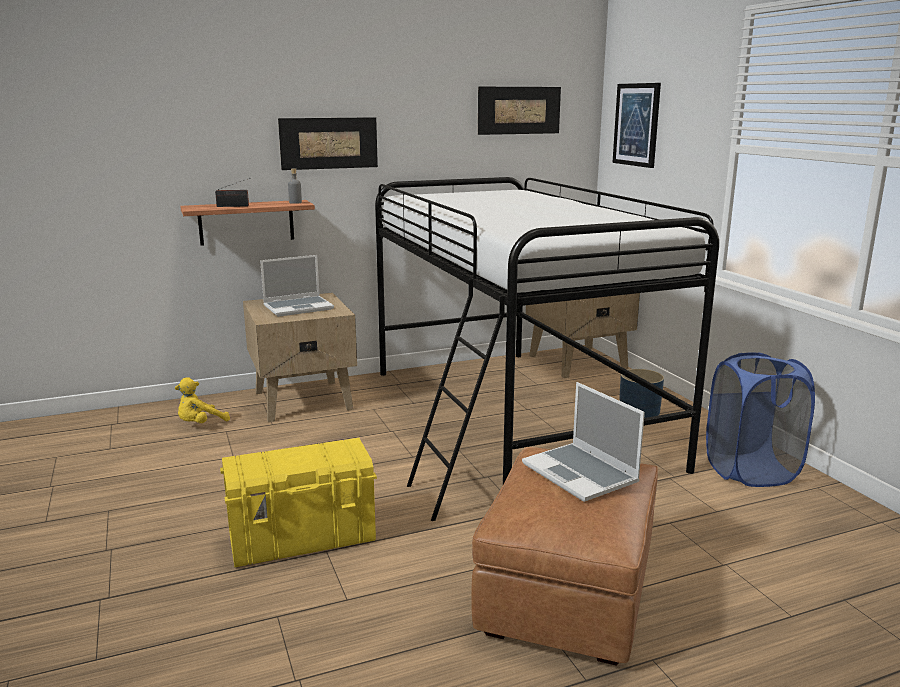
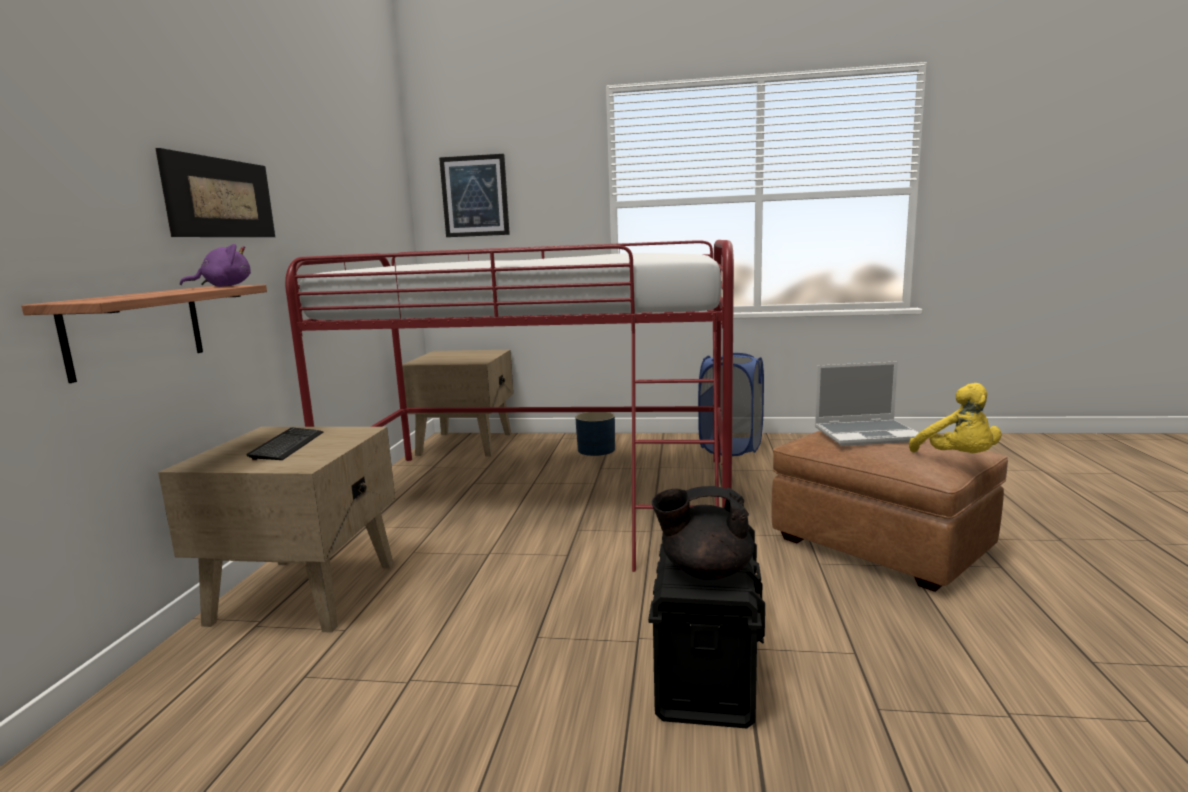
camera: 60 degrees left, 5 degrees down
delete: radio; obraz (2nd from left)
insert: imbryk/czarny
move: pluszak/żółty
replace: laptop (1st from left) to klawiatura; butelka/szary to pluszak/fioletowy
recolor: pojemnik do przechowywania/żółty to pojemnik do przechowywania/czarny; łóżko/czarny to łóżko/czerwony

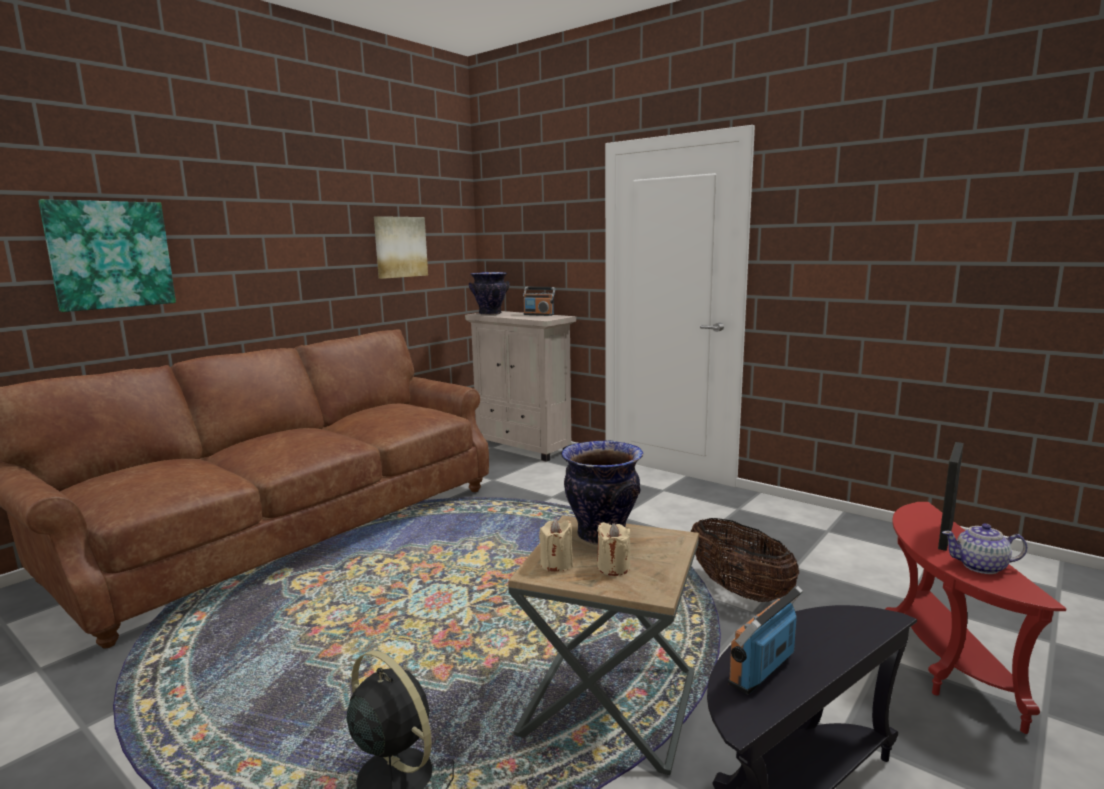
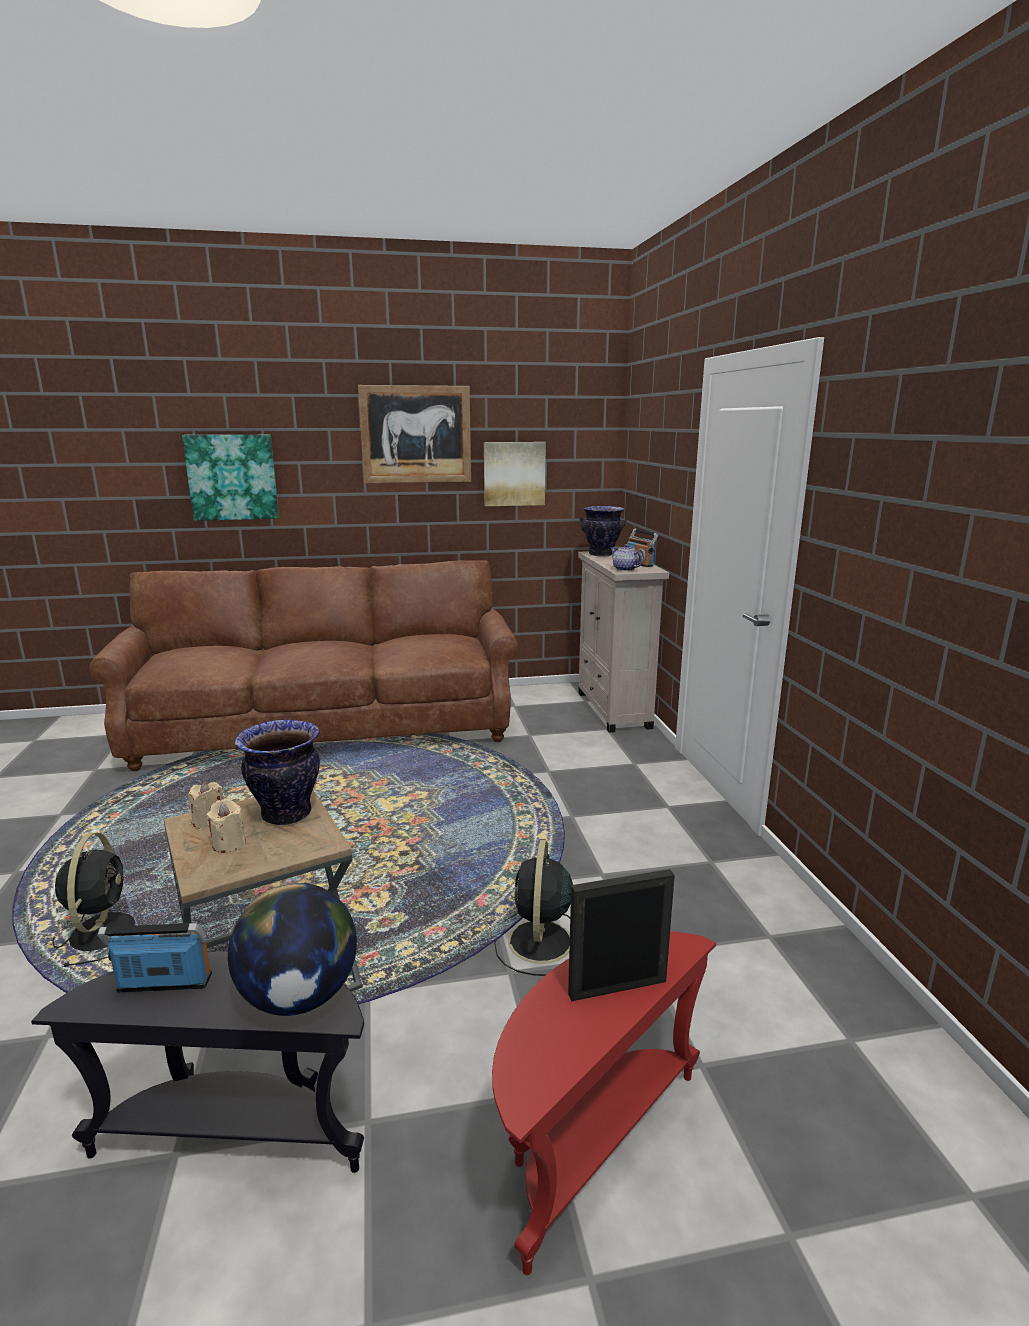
camera: 40 degrees right, 5 degrees up
insert: globus; obraz (2nd from left)
move: imbryk
replace: koszyk to wentylator/czarny (2nd from left)

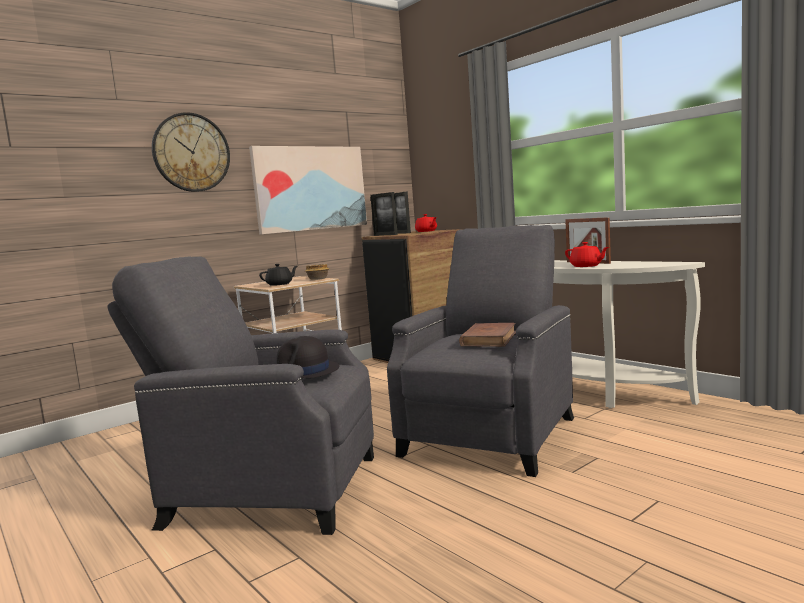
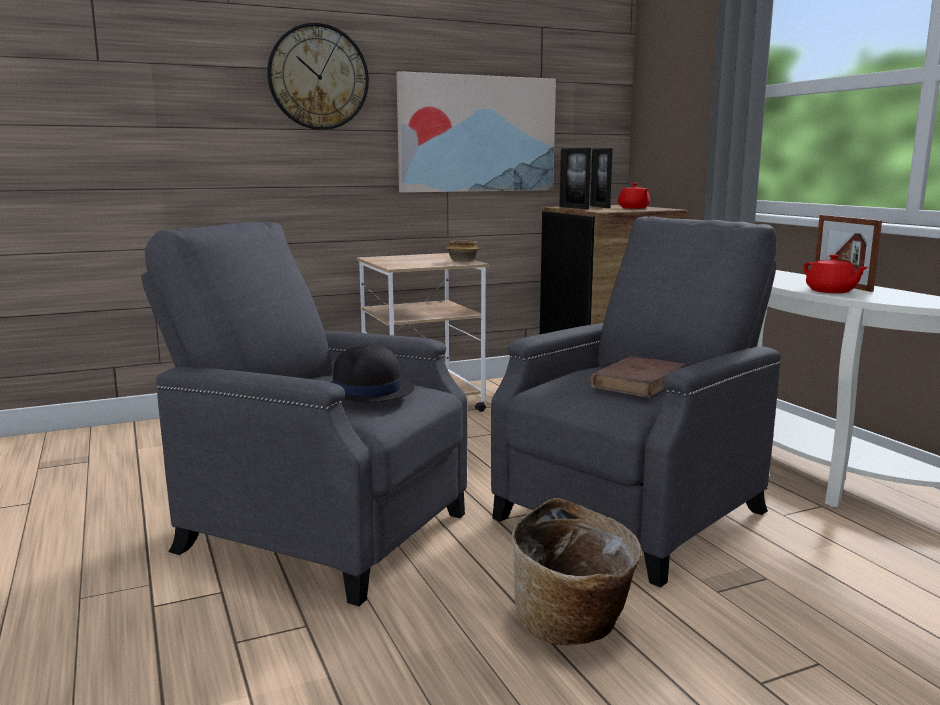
camera: 15 degrees right, 5 degrees up
delete: imbryk/czarny
insert: koszyk

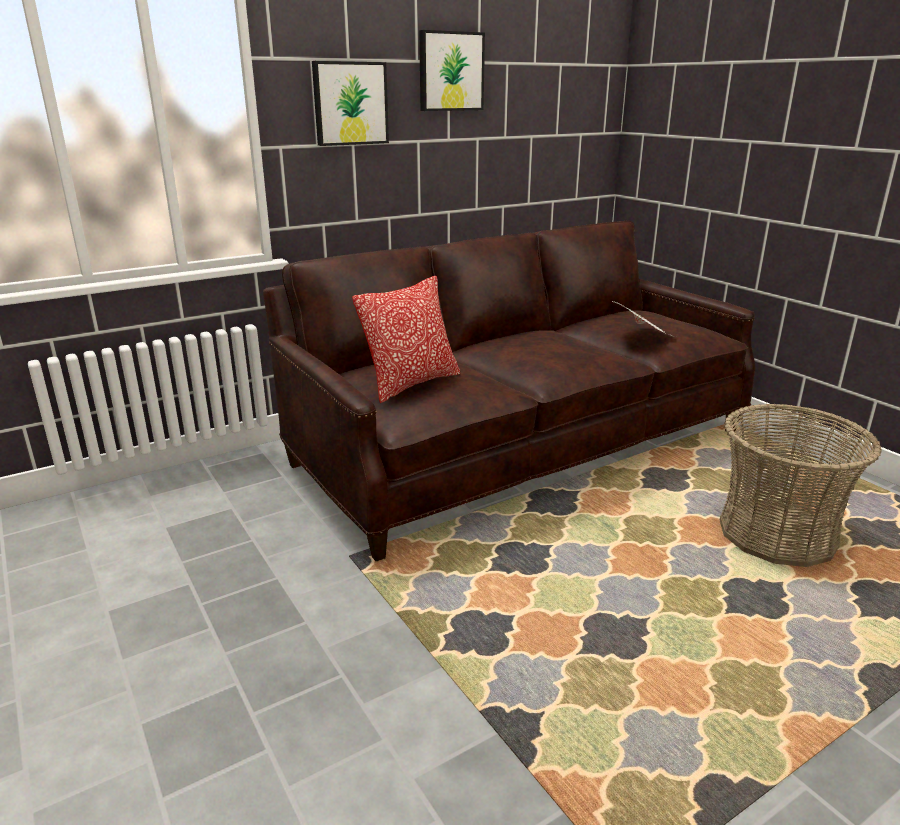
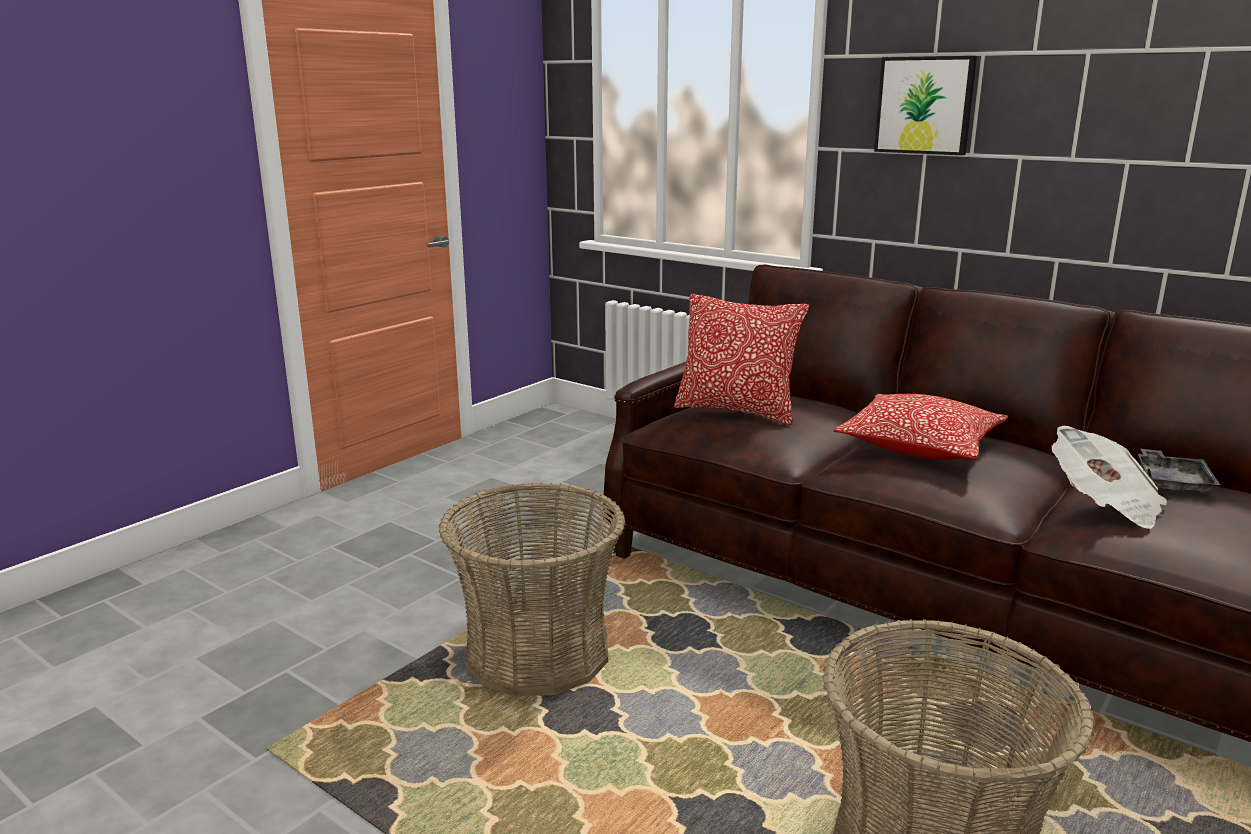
camera: 70 degrees right, 5 degrees down
delete: obraz (2nd from left)
insert: koszyk (1st from left); poduszka (2nd from left); taca/szary

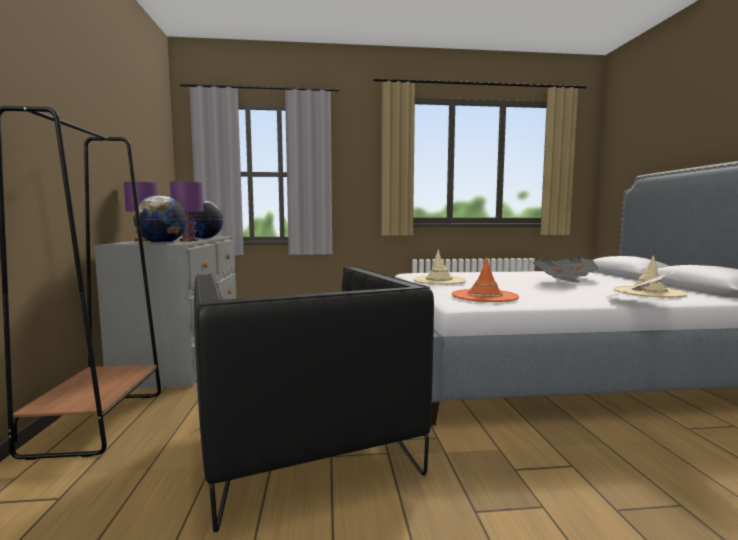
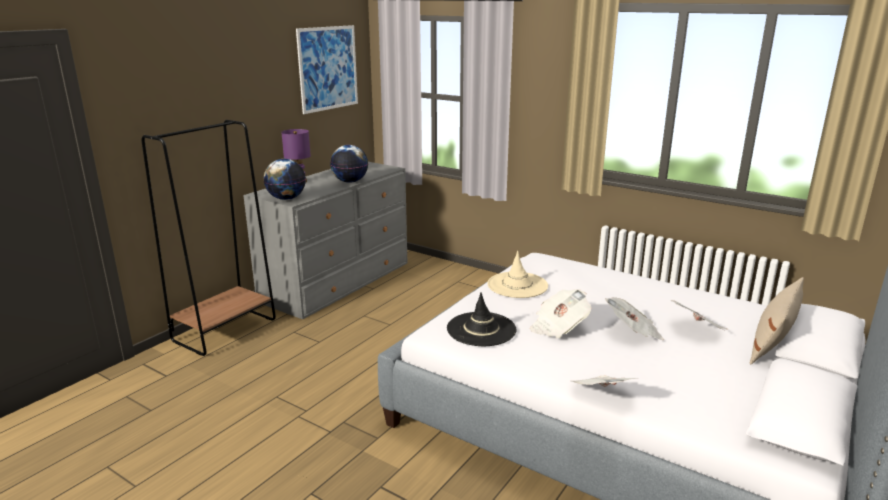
camera: 40 degrees right, 15 degrees up
delete: lampa stołowa/fioletowy (2nd from left); fotel/czarny; kapelusz/beżowy (2nd from left)
insert: obraz; gazeta (1st from left); poduszka/beżowy
recolor: kapelusz/pomarańczowy to kapelusz/czarny

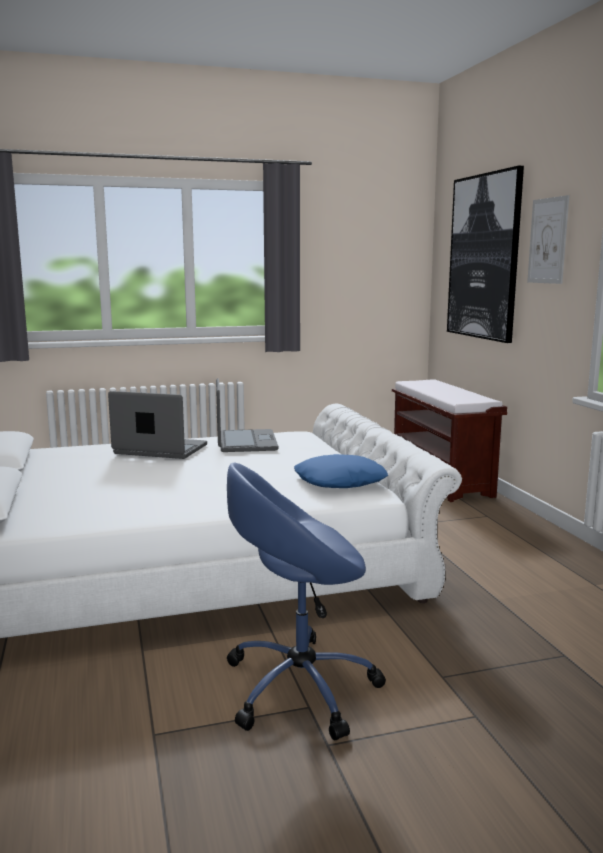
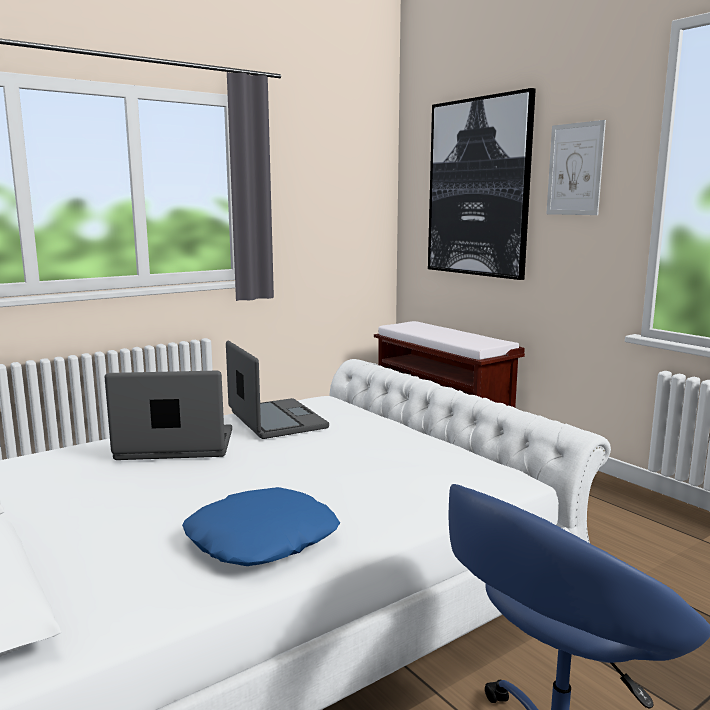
camera: 20 degrees left, 0 degrees up
move: poduszka/niebieski

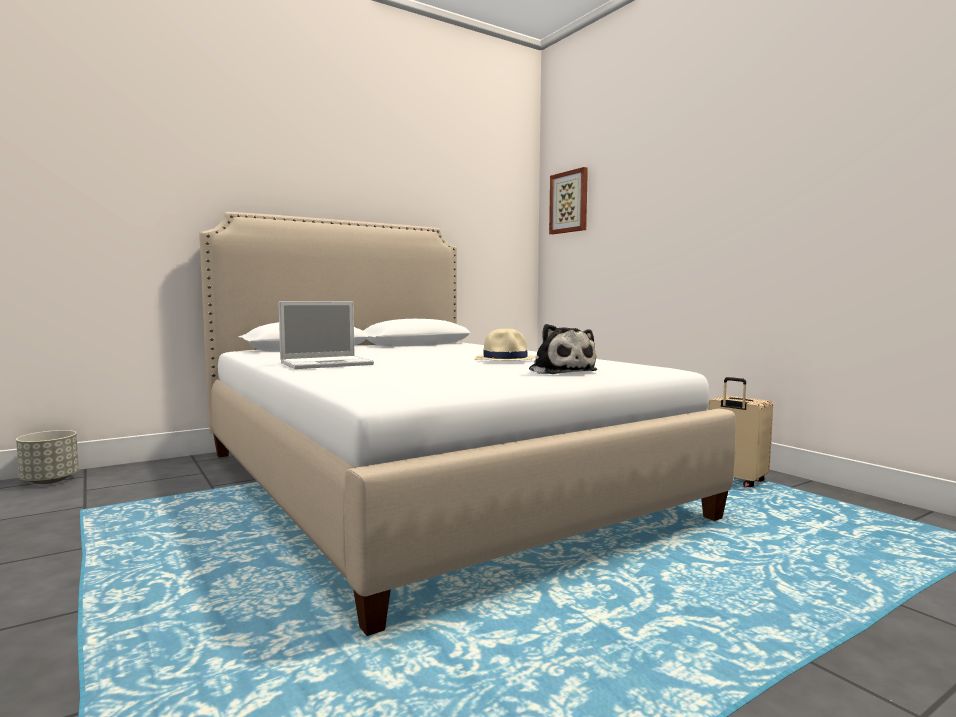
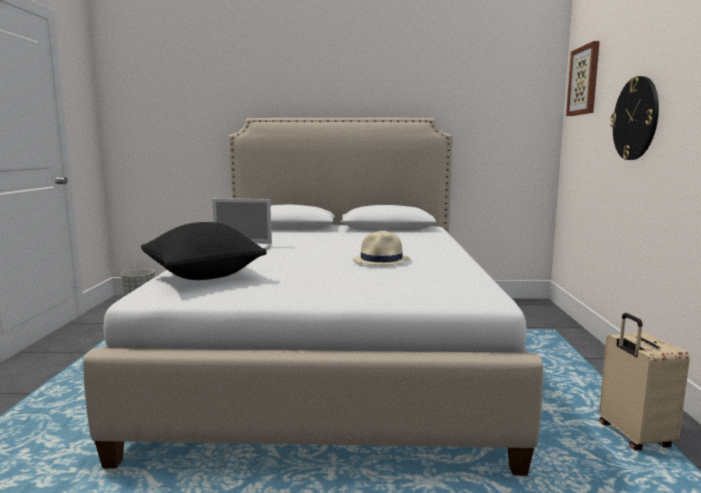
camera: 35 degrees right, 5 degrees up
delete: pluszak
insert: poduszka/czarny; zegar ścienny

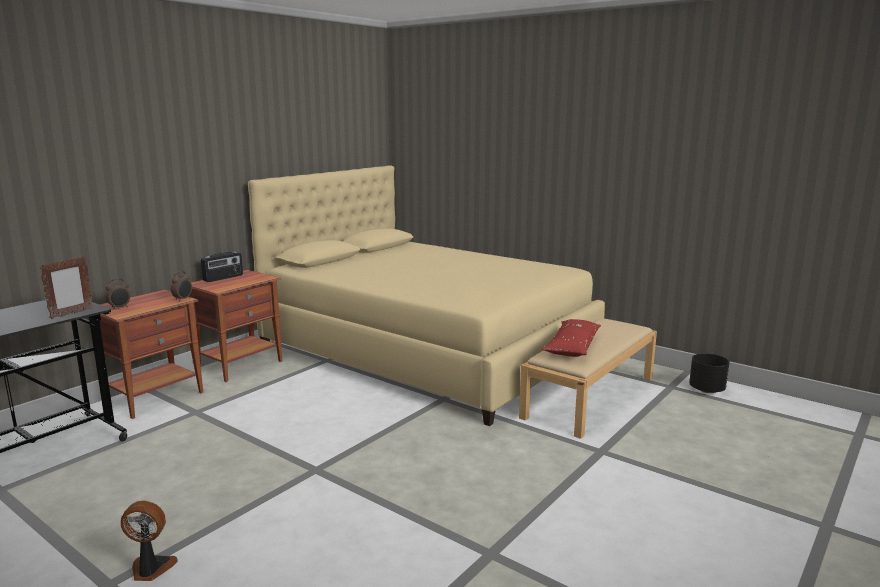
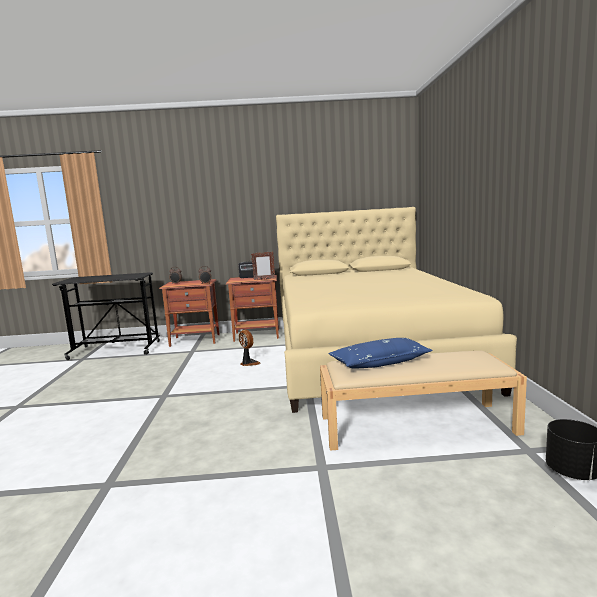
camera: 50 degrees right, 5 degrees down
move: ramka na zdjęcie; wentylator
recolor: poduszka/czerwony to poduszka/niebieski

